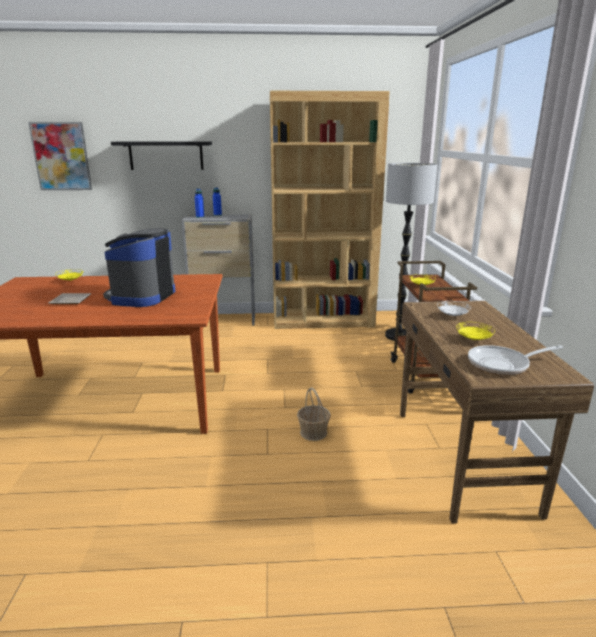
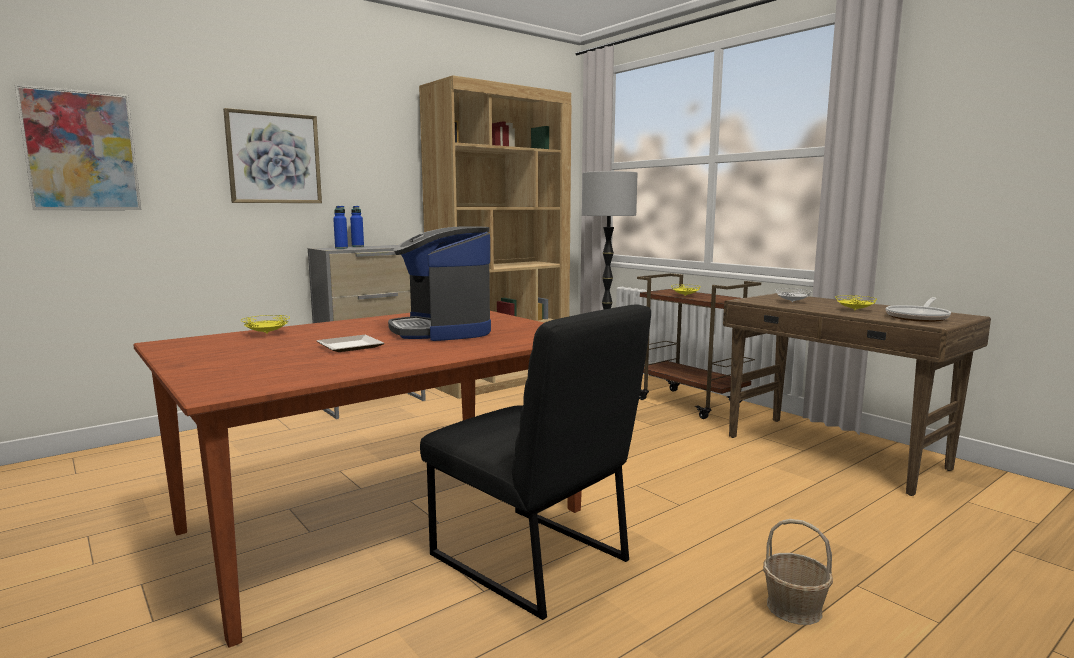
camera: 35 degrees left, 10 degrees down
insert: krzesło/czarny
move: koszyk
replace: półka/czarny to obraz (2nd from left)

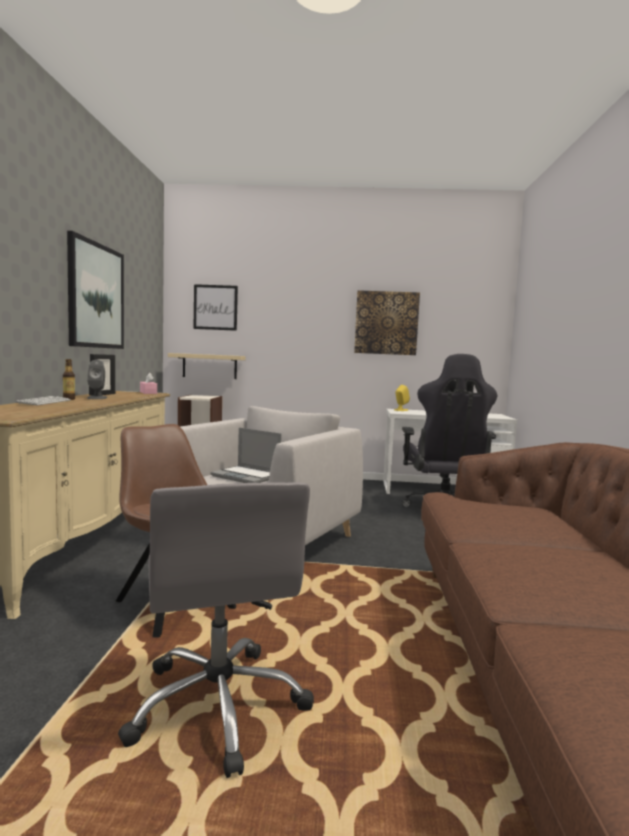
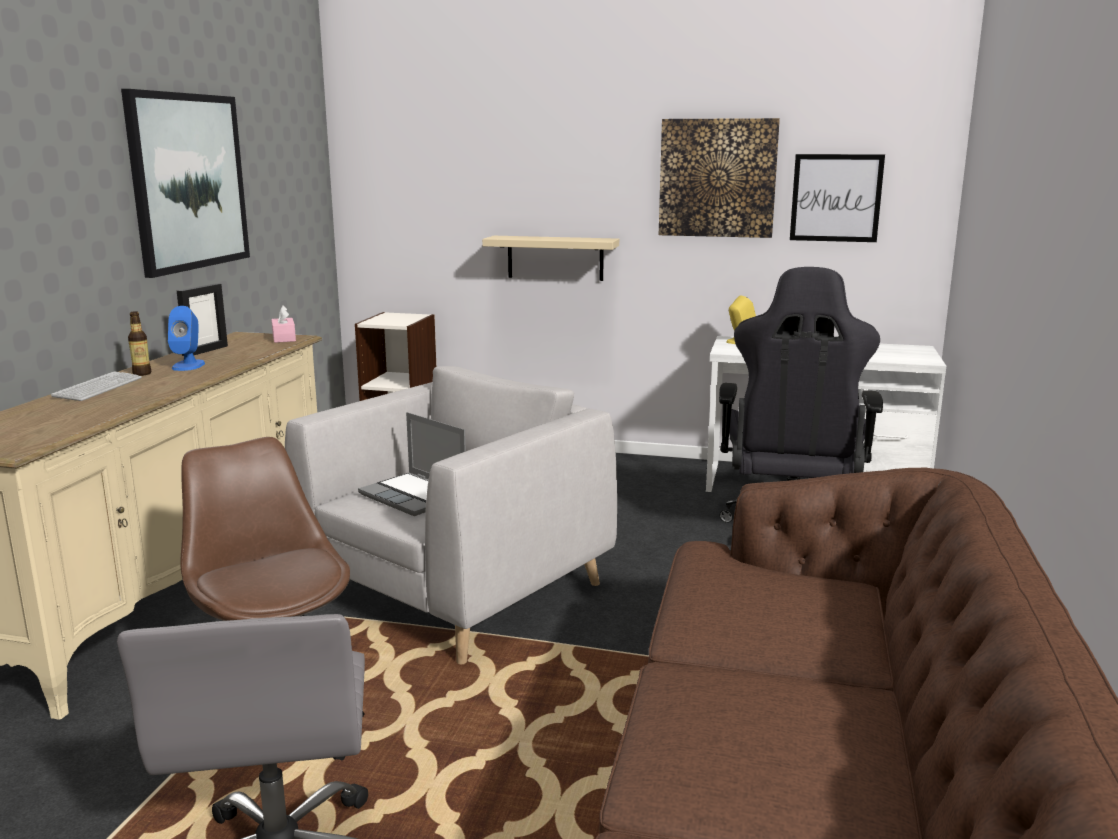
camera: 10 degrees right, 10 degrees up
move: półka/beżowy; obraz (2nd from left in the first image) to obraz (3rd from left)
recolor: głośnik/szary to głośnik/niebieski

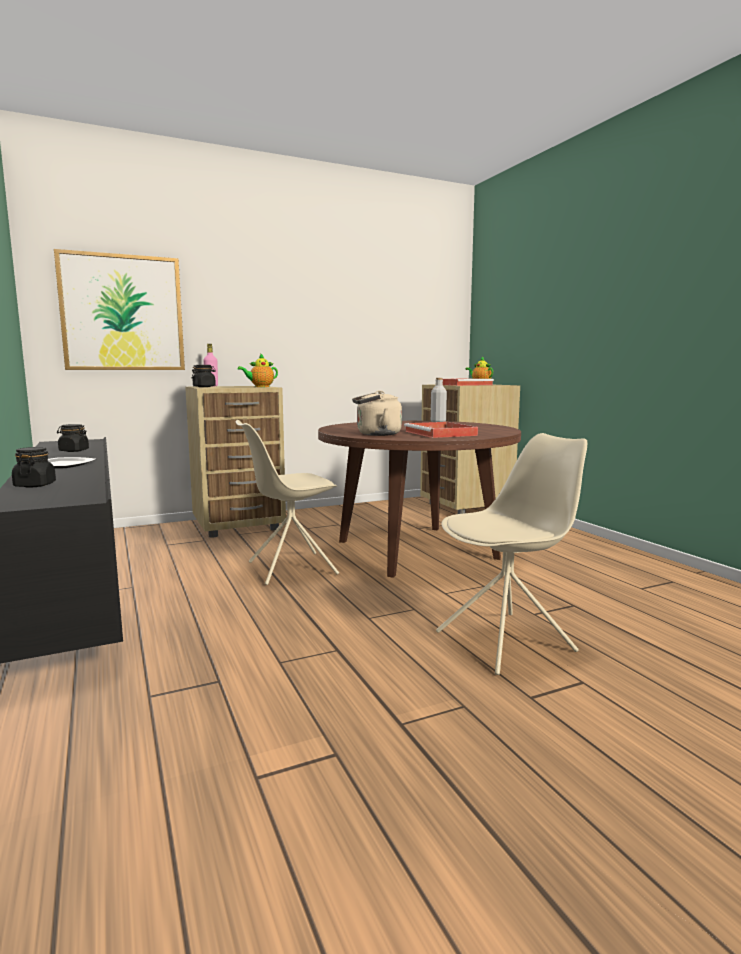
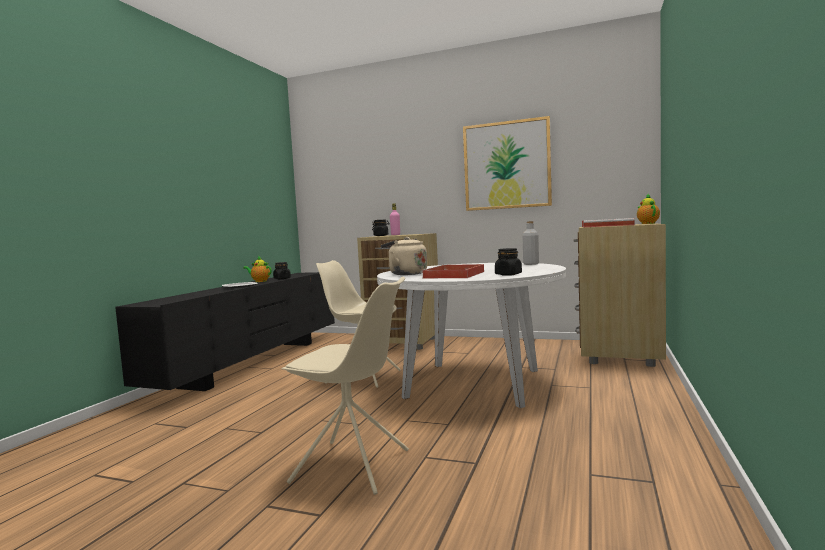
camera: 45 degrees right, 5 degrees down
move: słoik/czarny (1st from left in the first image) to słoik/czarny (3rd from left); obraz; imbryk (1st from left)
recolor: stół jadalny/brązowy to stół jadalny/biały

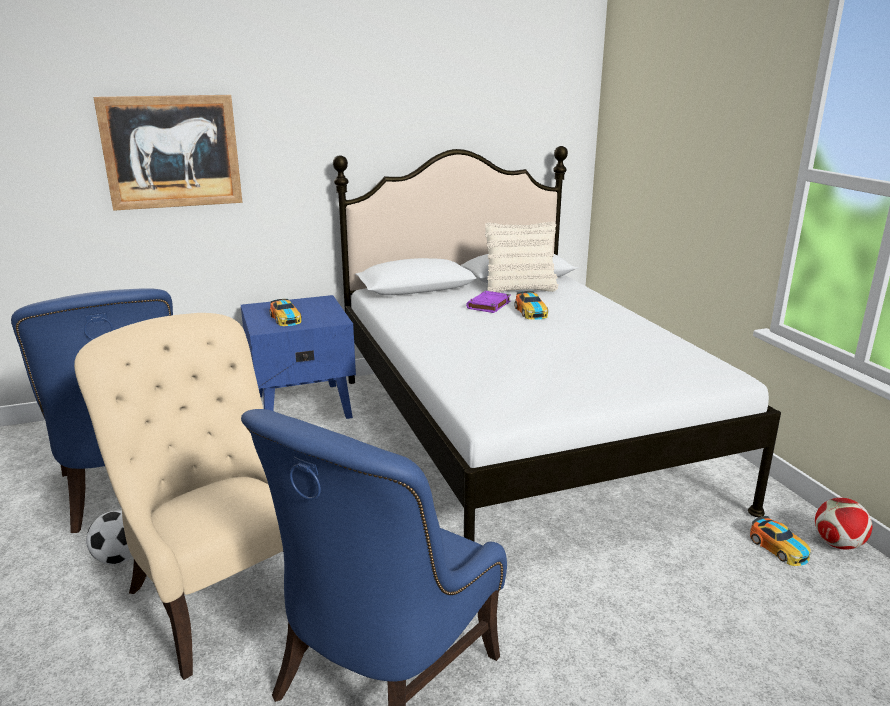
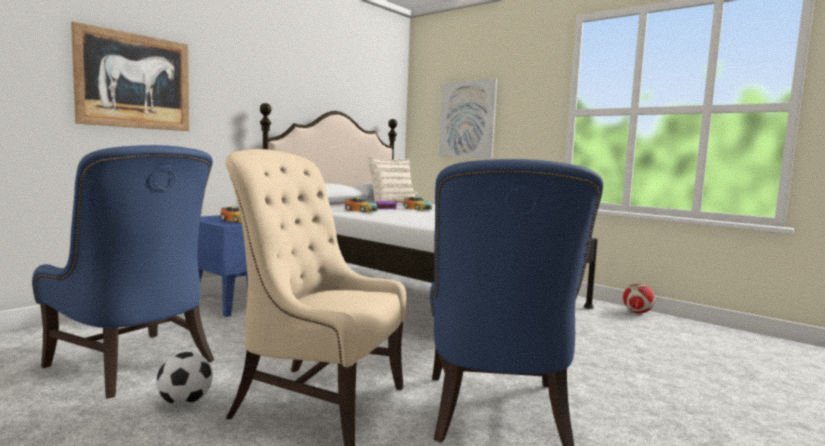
camera: 30 degrees left, 15 degrees down
insert: obraz (2nd from left)
move: samochodzik (3rd from left in the first image) to samochodzik (2nd from left)

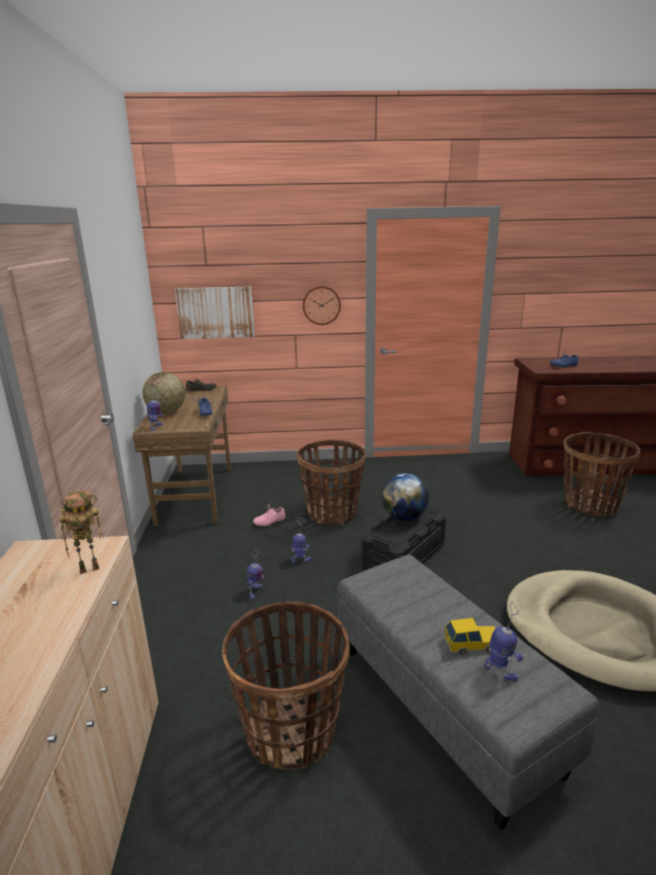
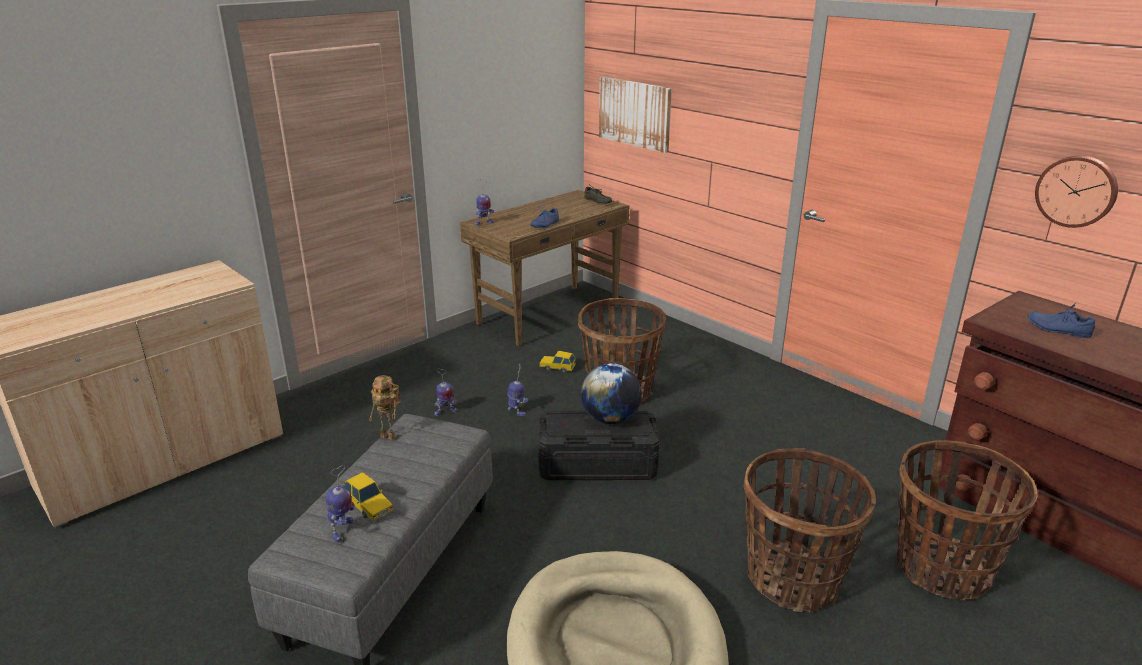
camera: 50 degrees right, 5 degrees up
delete: globus (1st from left)
move: robot zabawkowy (1st from left in the first image) to robot zabawkowy (2nd from left); koszyk (1st from left in the first image) to koszyk (2nd from left); zegar ścienny
replace: but/różowy to samochodzik (2nd from left)

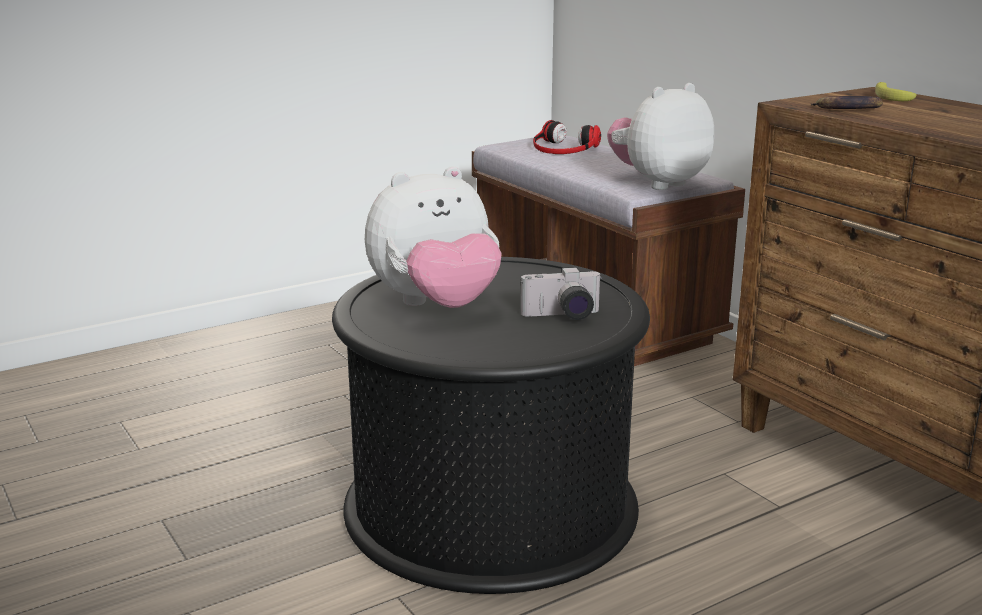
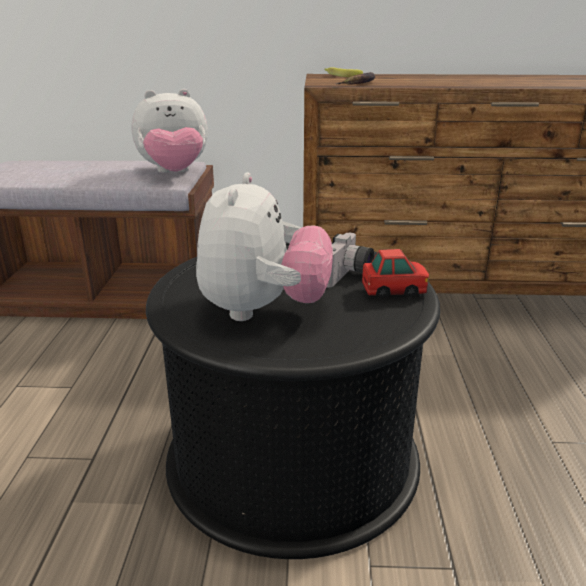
camera: 55 degrees left, 5 degrees up
delete: słuchawki
insert: samochodzik
rotate: pluszak (2nd from left in the first image) 105 degrees counterclockwise

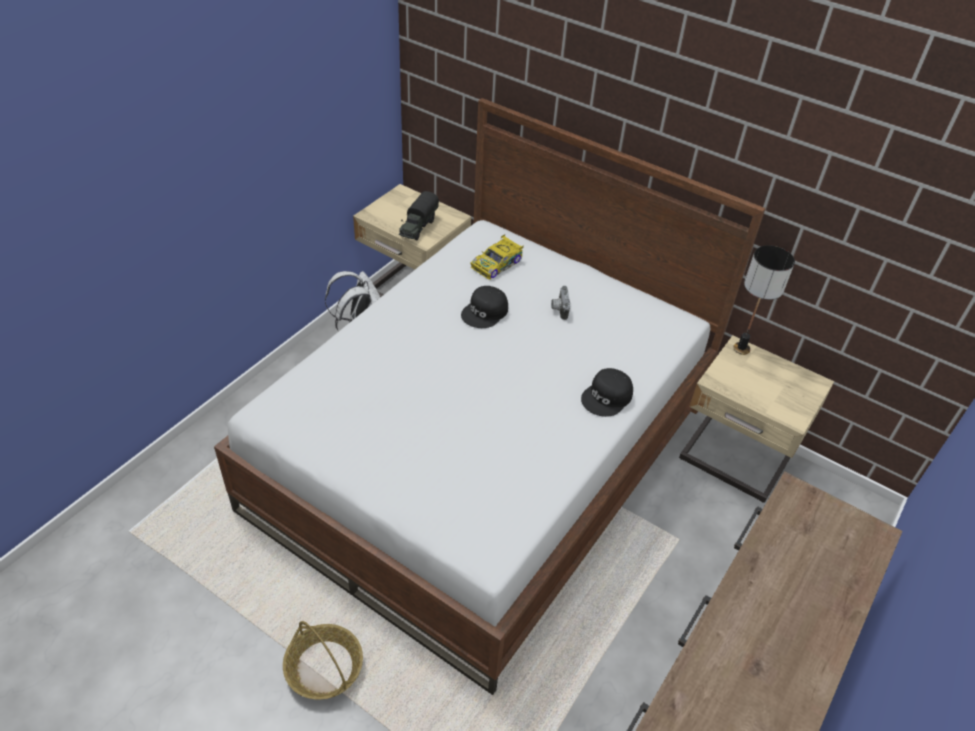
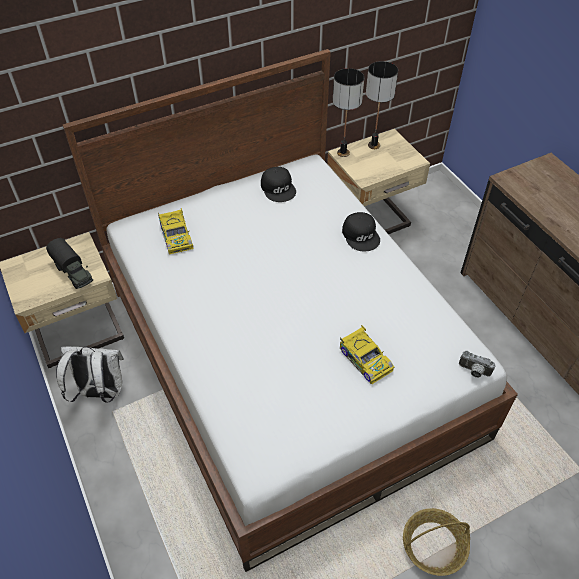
camera: 60 degrees left, 5 degrees up
insert: samochodzik (2nd from left); lampa stołowa (2nd from left)
move: czapka z daszkiem/czarny (1st from left); aparat fotograficzny

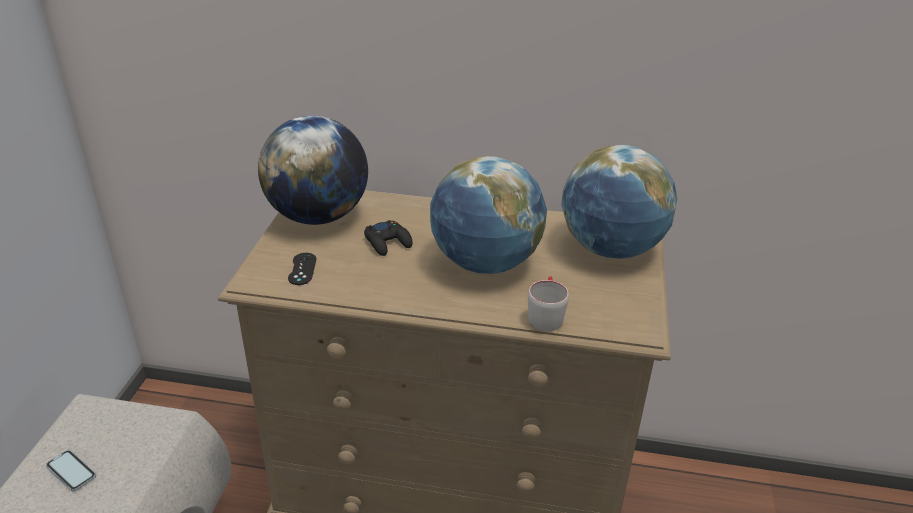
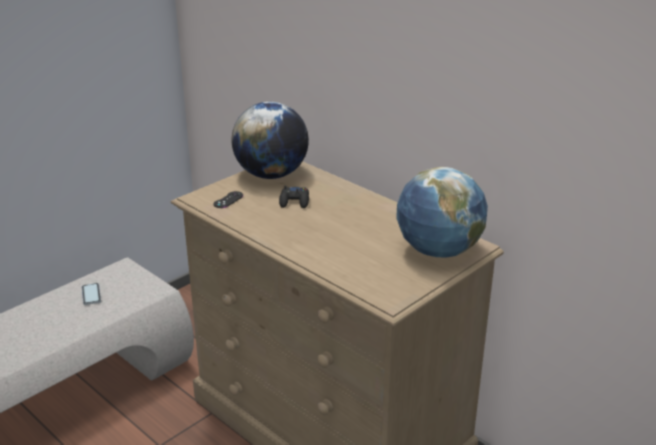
camera: 35 degrees right, 5 degrees down
delete: globus (2nd from left); kubek/szary

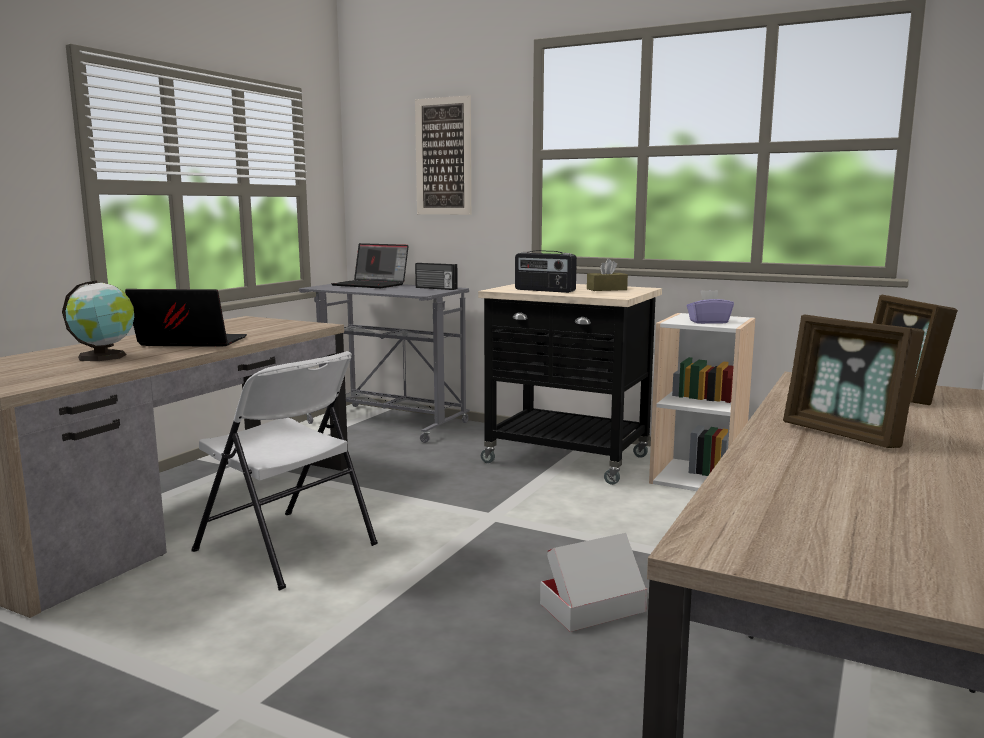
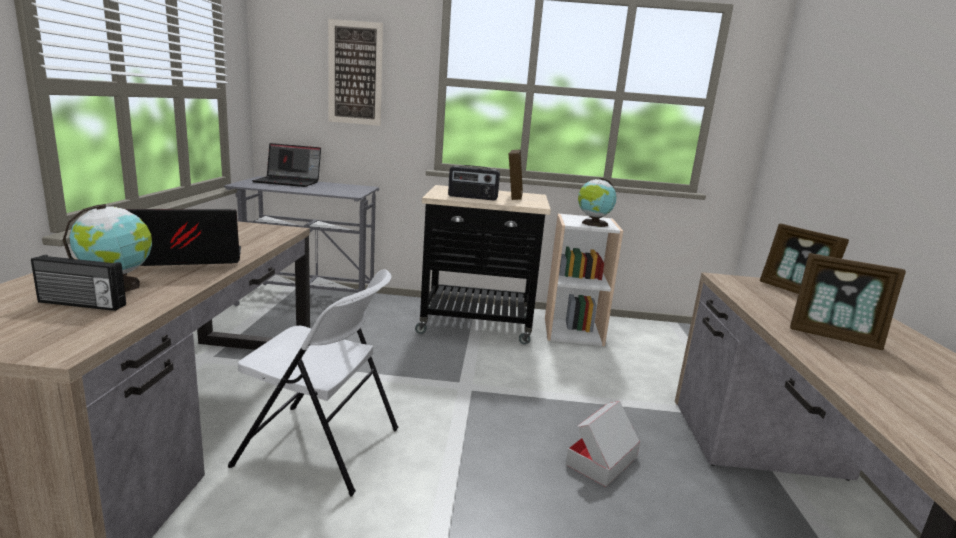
camera: 25 degrees left, 5 degrees up
move: radio (1st from left)
replace: pudełko chusteczek/brązowy to ramka na zdjęcie (1st from left); pudełko chusteczek/fioletowy to globus (2nd from left)

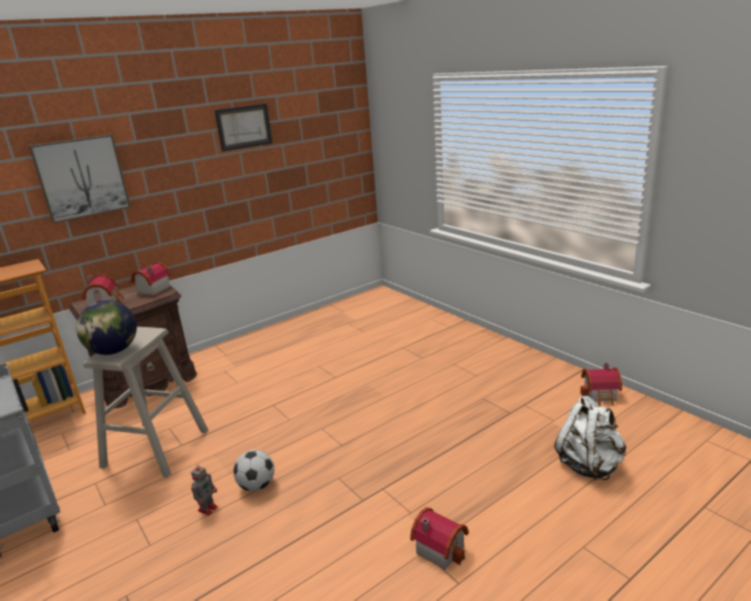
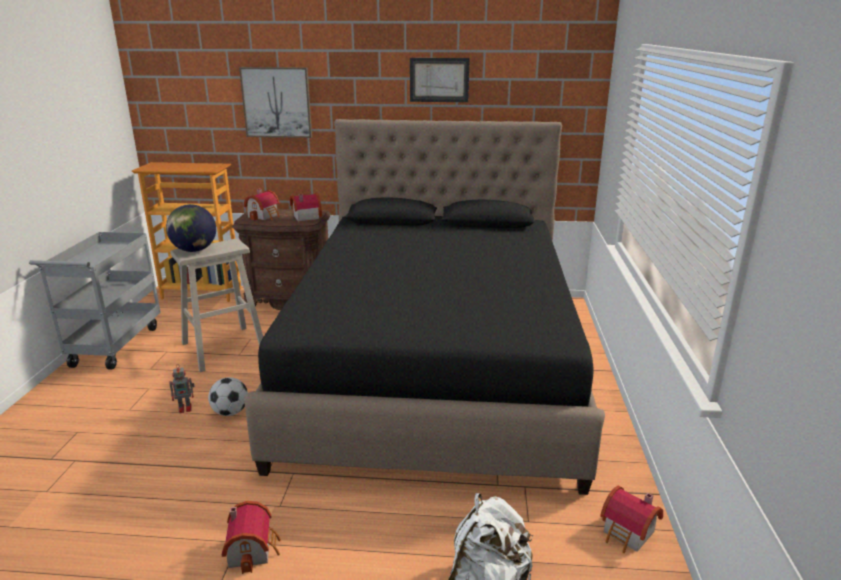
camera: 40 degrees right, 0 degrees up
insert: łóżko/czarny

